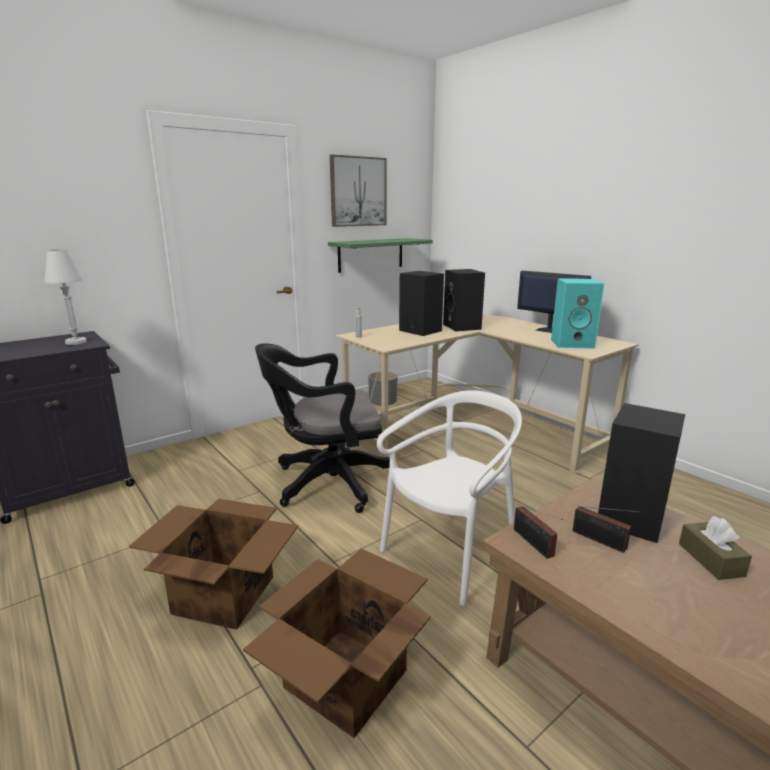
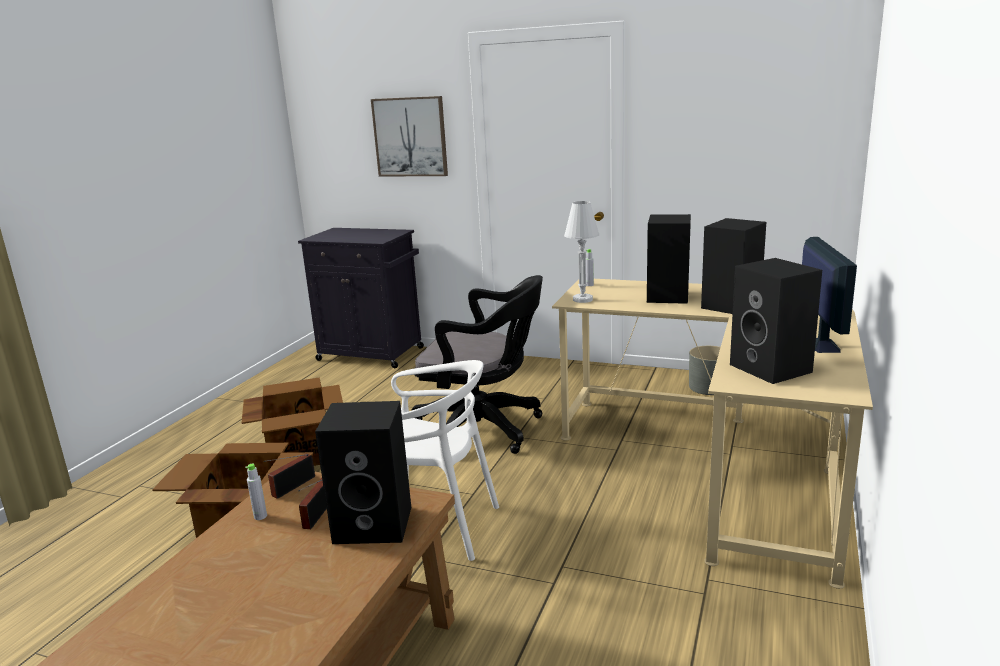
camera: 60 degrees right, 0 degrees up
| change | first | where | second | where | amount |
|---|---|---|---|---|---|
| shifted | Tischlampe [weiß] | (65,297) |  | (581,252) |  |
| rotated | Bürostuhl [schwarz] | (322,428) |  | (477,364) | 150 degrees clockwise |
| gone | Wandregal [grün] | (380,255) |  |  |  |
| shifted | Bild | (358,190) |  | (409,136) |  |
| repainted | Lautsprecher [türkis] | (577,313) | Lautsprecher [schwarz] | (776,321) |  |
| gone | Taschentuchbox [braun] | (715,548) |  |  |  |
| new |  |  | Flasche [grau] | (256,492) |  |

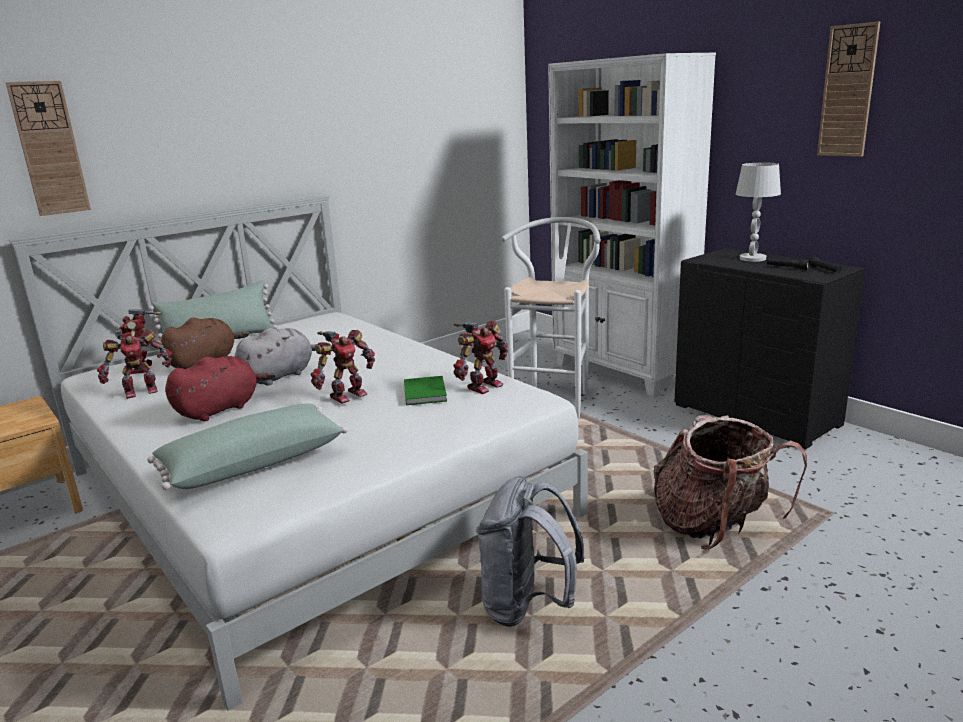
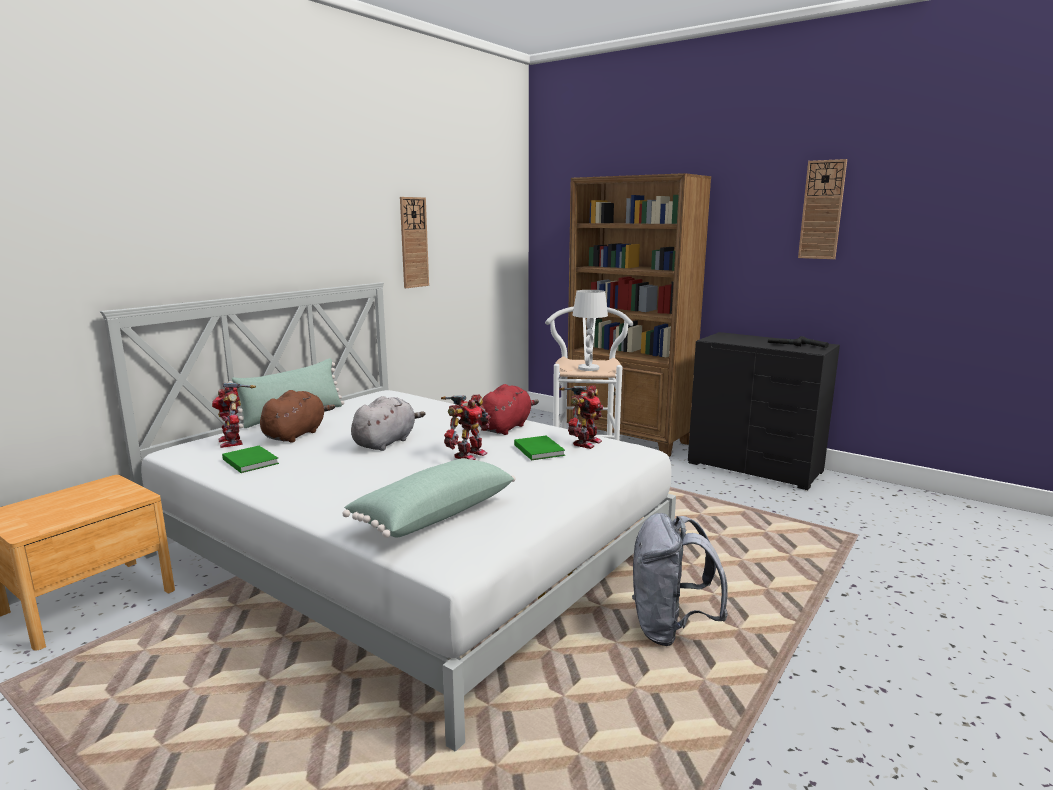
camera: 15 degrees left, 5 degrees down
| change | first | where | second | where | amount |
|---|---|---|---|---|---|
| shifted | Wanduhr | (48,148) |  | (414,242) |  |
| swapped | Spielzeugroboter | (134,364) | Buch [grün] | (250,459) |  |
| shifted | Plüschtier [rot] | (220,388) |  | (508,409) |  |
| repainted | Bücherregal [weiß] | (632,225) | Bücherregal [braun] | (639,315) |  |
| gone | Rucksack | (730,482) |  |  |  |
| shifted | Tischlampe [weiß] | (758,212) |  | (590,330) |  |

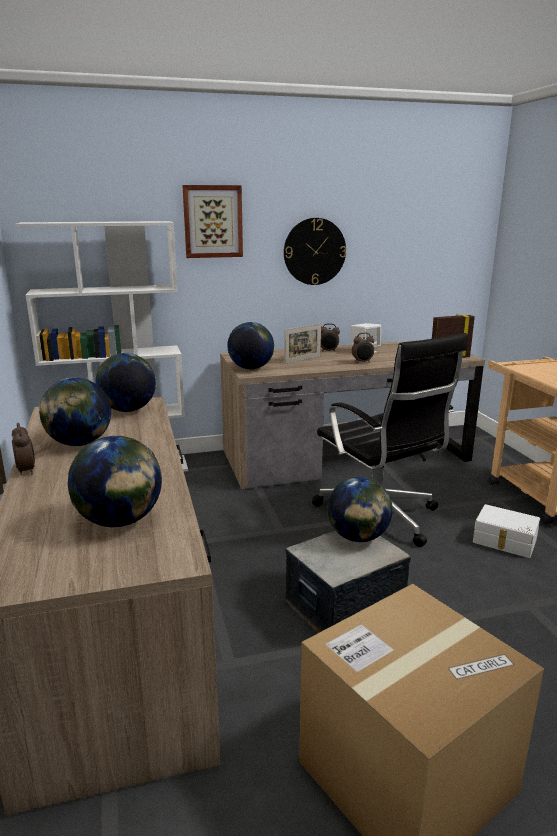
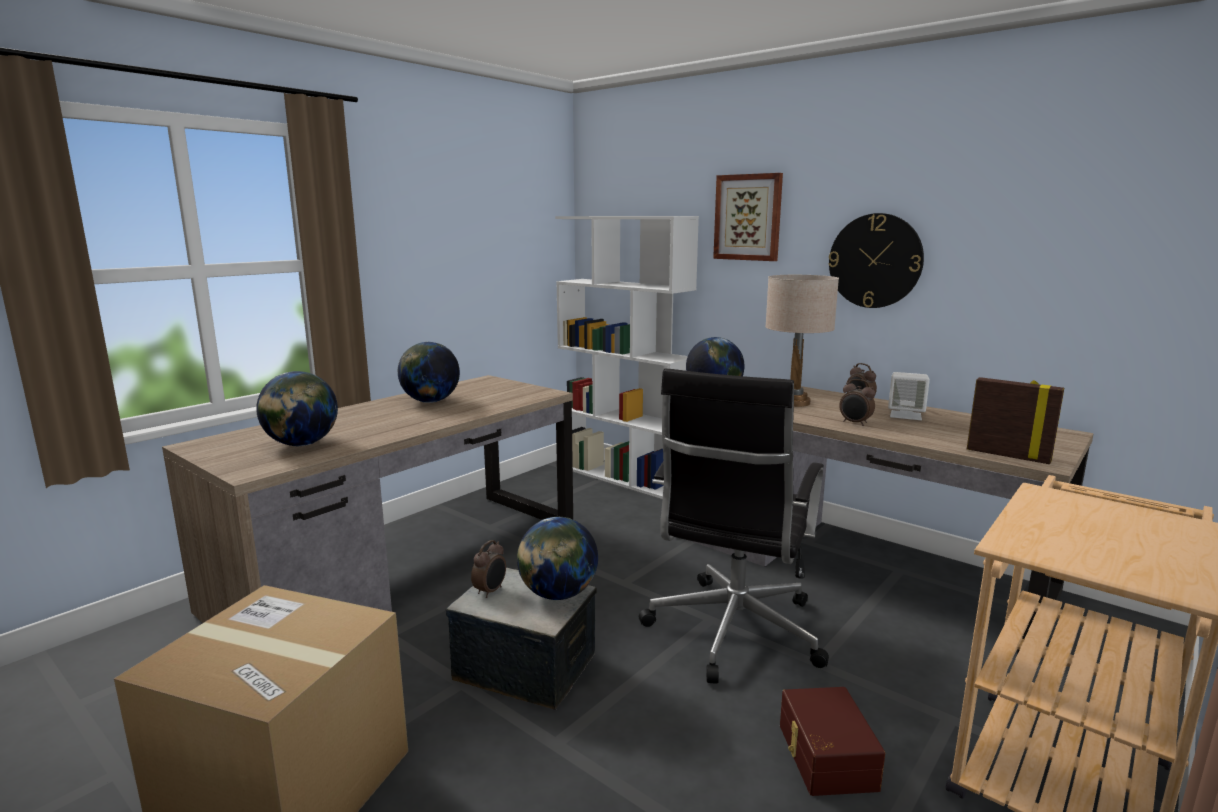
camera: 55 degrees right, 5 degrees down
| change | first | where | second | where | amount |
|---|---|---|---|---|---|
| shifted | Wecker | (23,449) |  | (488,569) |  |
| gone | Globus | (125,382) |  |  |  |
| swapped | Bilderrahmen | (302,343) | Tischlampe [beige] | (802,341) |  |
| repainted | Aufbewahrungsbox [weiß] | (506,531) | Aufbewahrungsbox [braun] | (832,741) |  |

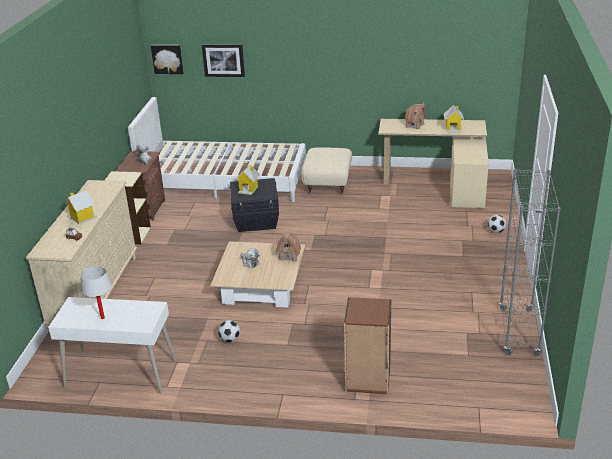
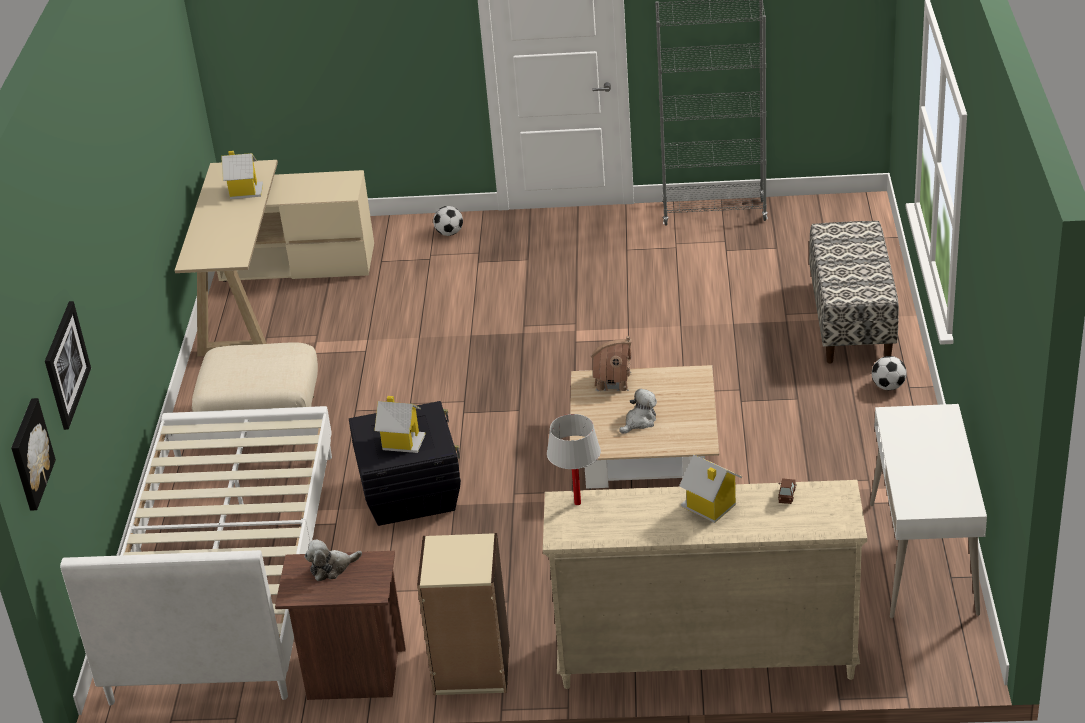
camera: 95 degrees left, 5 degrees up
| change | first | where | second | where | amount |
|---|---|---|---|---|---|
| shifted | Tischlampe [weiß] | (96,292) |  | (574,459) |  |
| shifted | Fußball | (229,331) |  | (889,373) |  |
| swapped | Bücherregal [braun] | (367,345) | Bank | (854,292) |  |
| gone | Spielzeughaus | (415,115) |  |  |  |

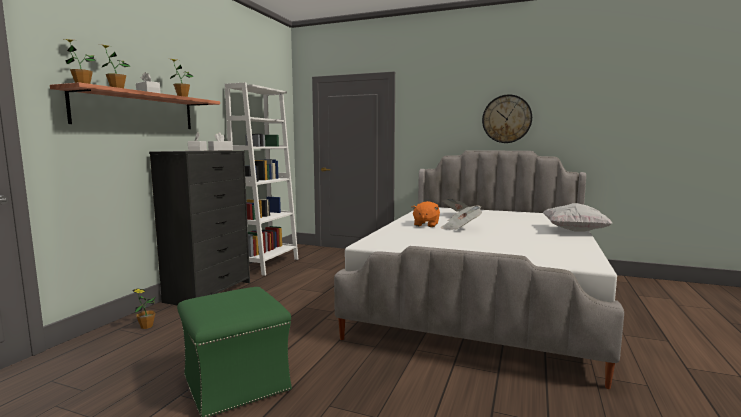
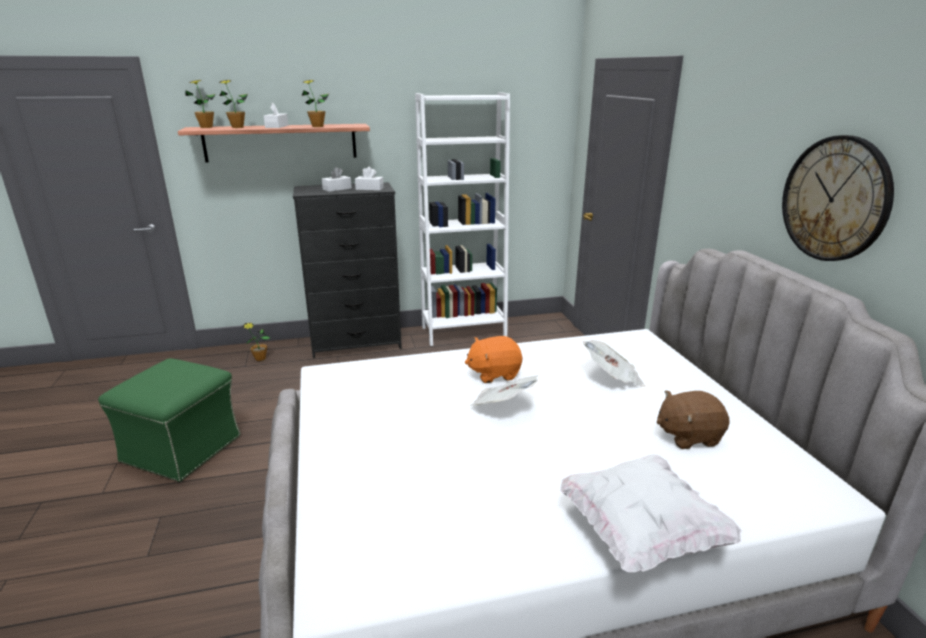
camera: 55 degrees right, 15 degrees up
| change | first | where | second | where | amount |
|---|---|---|---|---|---|
| new |  |  | Plüschtier [braun] | (693,419) |  |

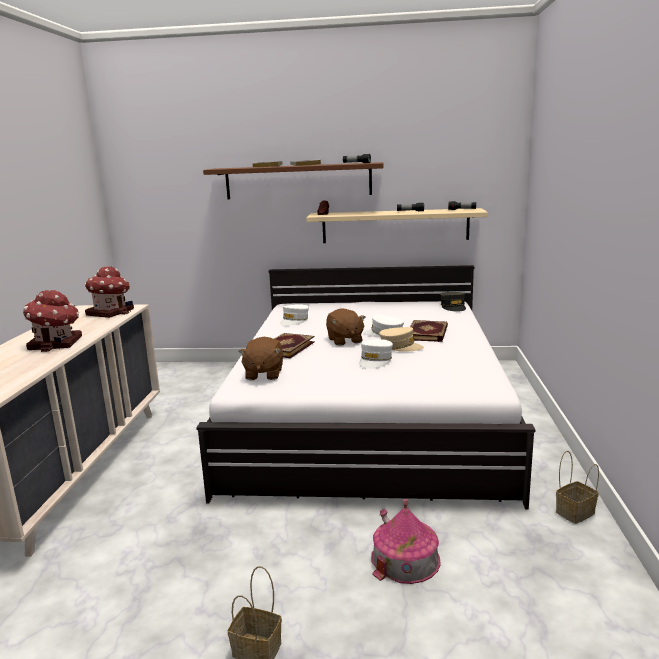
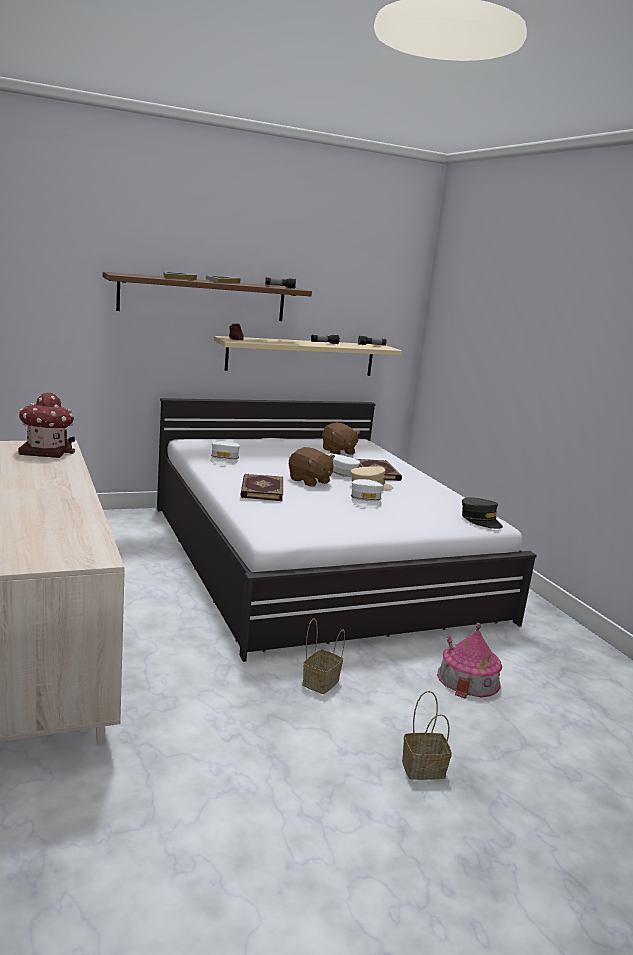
camera: 30 degrees left, 0 degrees up
| change | first | where | second | where | amount |
|---|---|---|---|---|---|
| gone | Spielzeughaus | (52,321) |  |  |  |
| shifted | Plüschtier [braun] | (261,358) |  | (341,438) |  |
| shifted | Kappe [grau] | (453,302) |  | (482,513) |  |
| shifted | Korb | (577,487) |  | (324,656) |  |

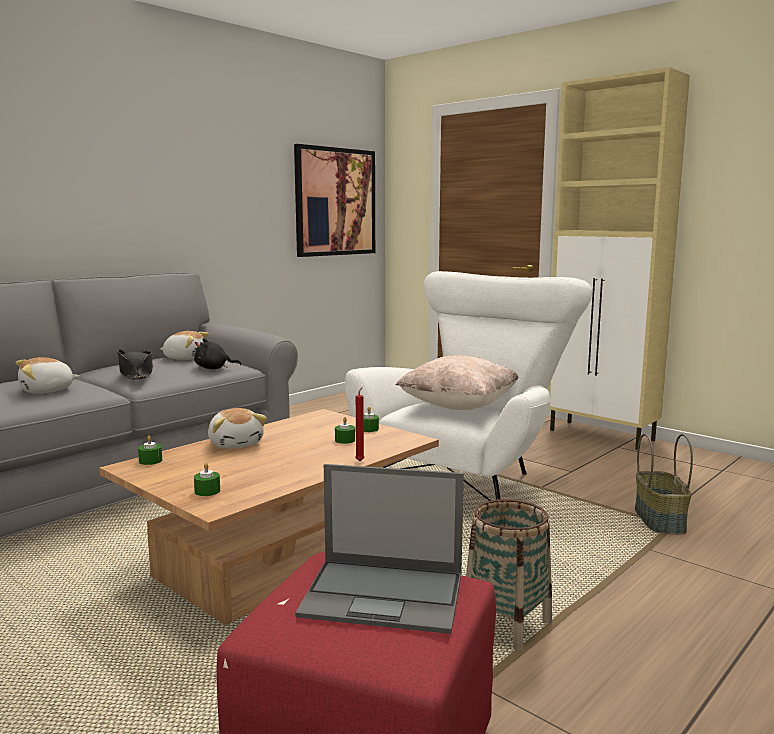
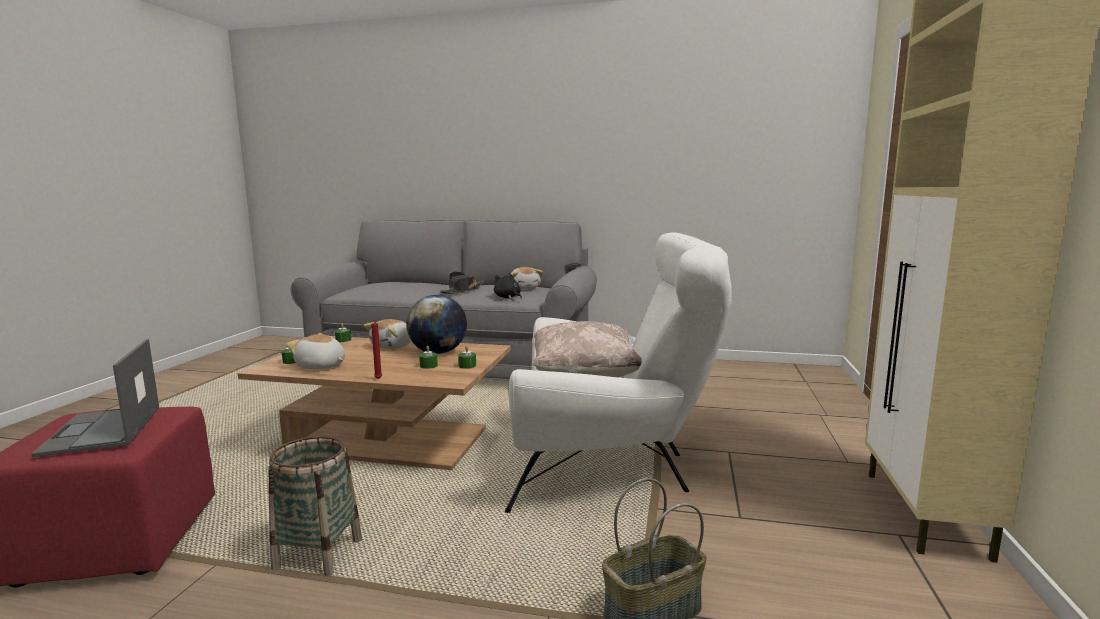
camera: 60 degrees right, 0 degrees up
| change | first | where | second | where | amount |
|---|---|---|---|---|---|
| shifted | Plüschtier | (47,375) |  | (315,351) |  |
| gone | Bild | (334,200) |  |  |  |
| new |  |  | Globus | (436,324) |  |

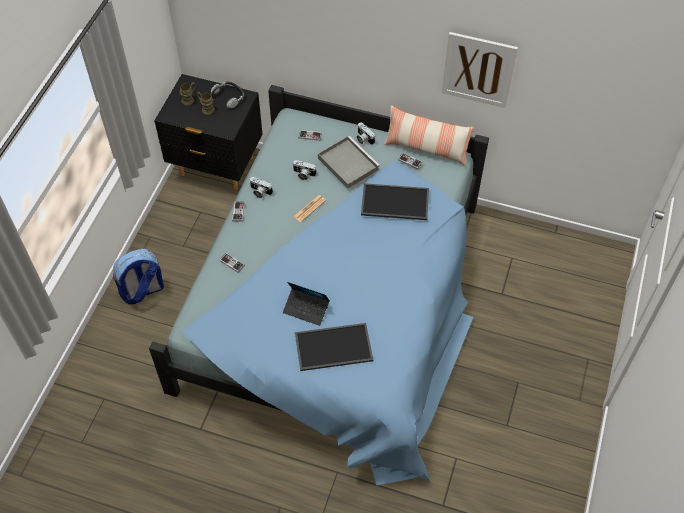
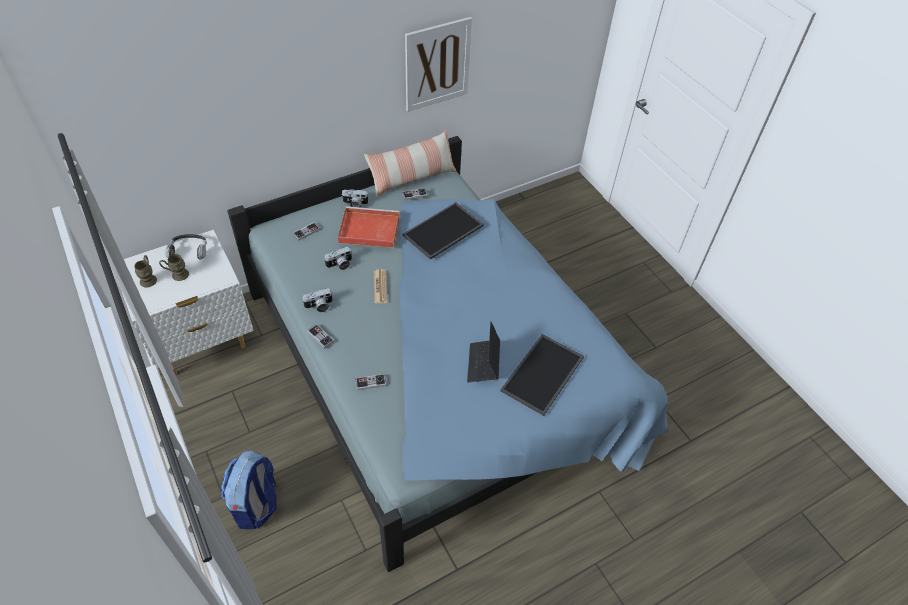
camera: 50 degrees left, 5 degrees down
| change | first | where | second | where | amount |
|---|---|---|---|---|---|
| repainted | Nachttisch [schwarz] | (208,132) | Nachttisch [weiß] | (188,302) |  |
| rotated | Laptop | (306,304) |  | (483,351) | 120 degrees clockwise |
| repainted | Tablett [grau] | (349,162) | Tablett [rot] | (368,227) |  |

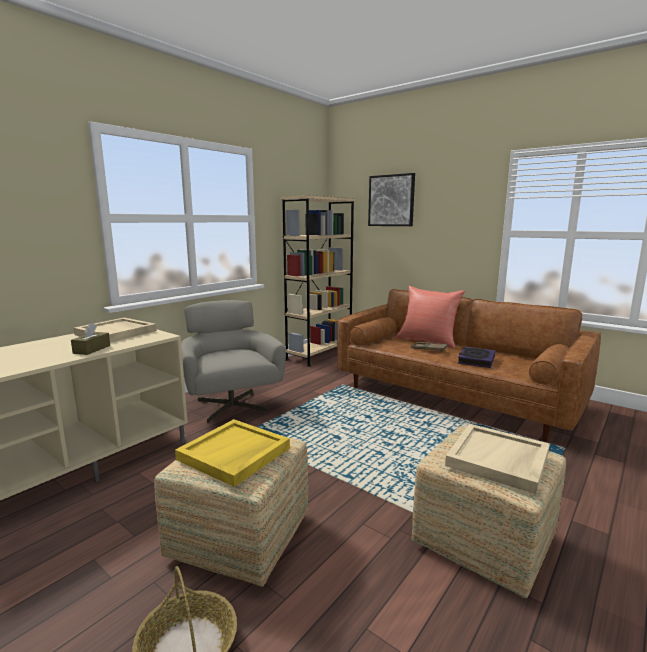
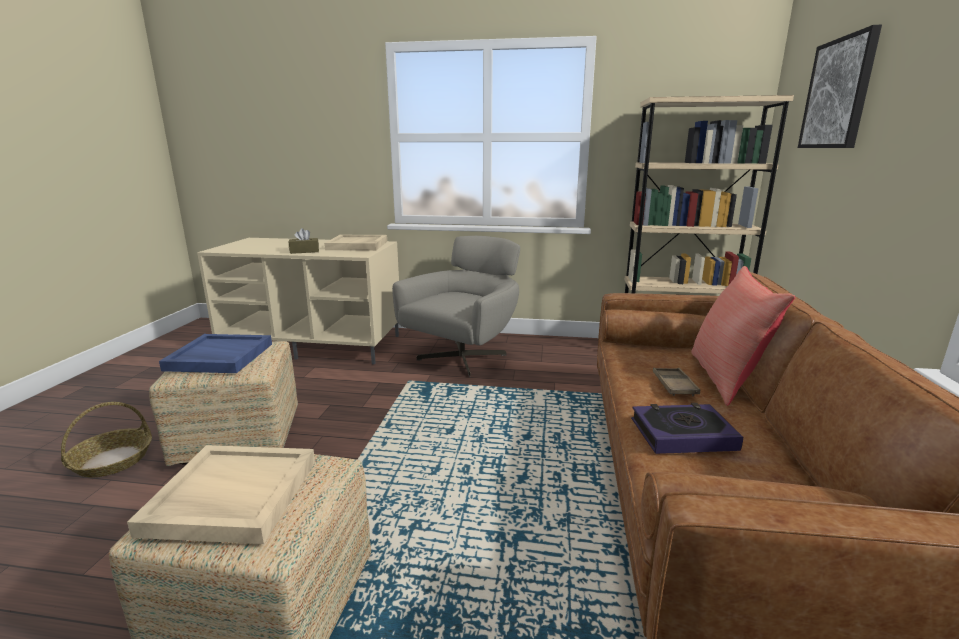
camera: 60 degrees right, 5 degrees up
| change | first | where | second | where | amount |
|---|---|---|---|---|---|
| repainted | Tablett [gelb] | (232,453) | Tablett [blau] | (215,353) |  |

